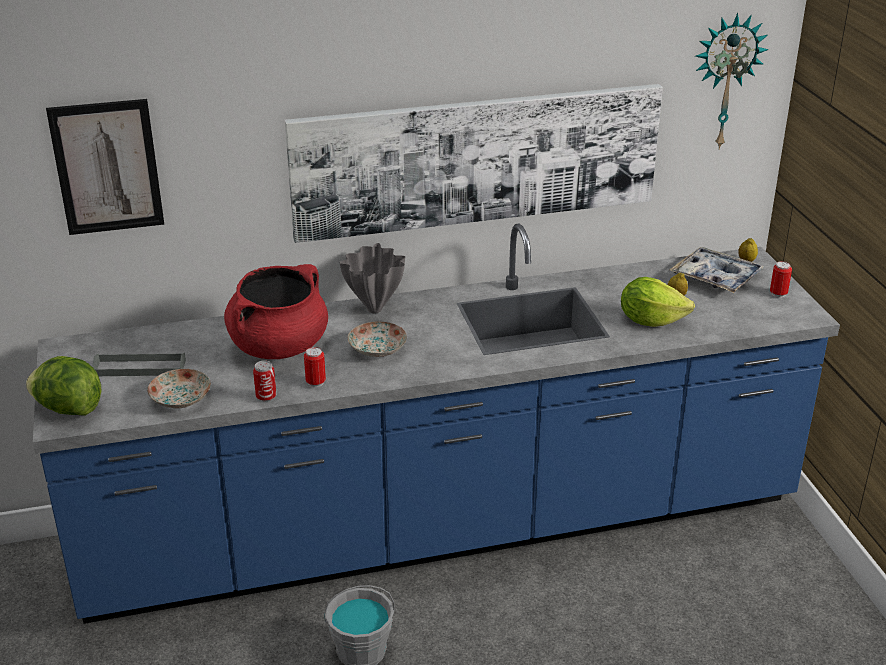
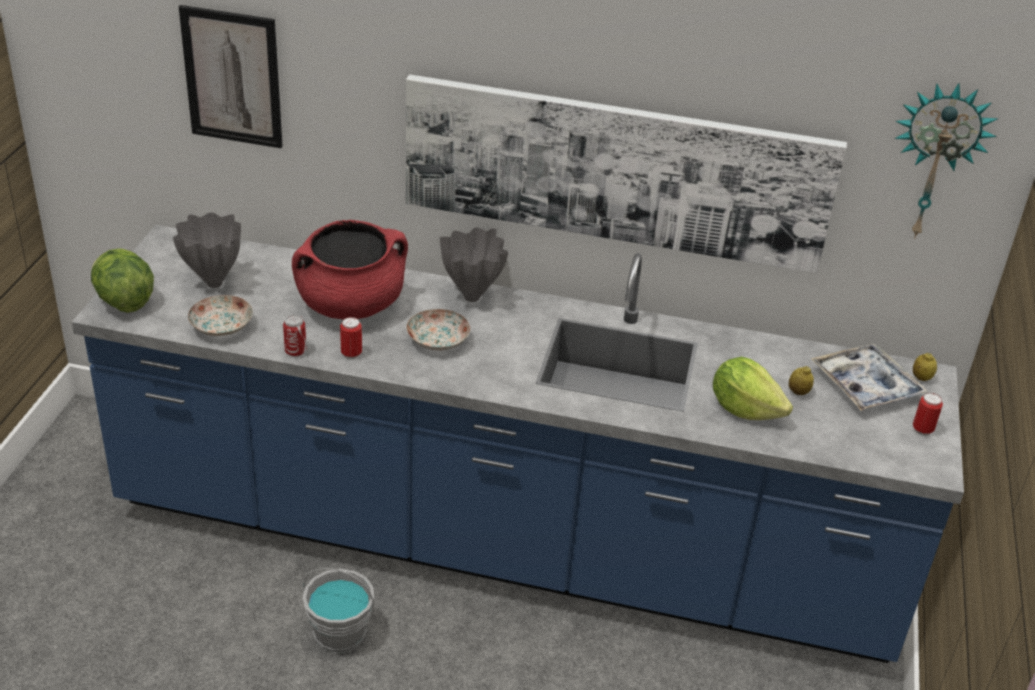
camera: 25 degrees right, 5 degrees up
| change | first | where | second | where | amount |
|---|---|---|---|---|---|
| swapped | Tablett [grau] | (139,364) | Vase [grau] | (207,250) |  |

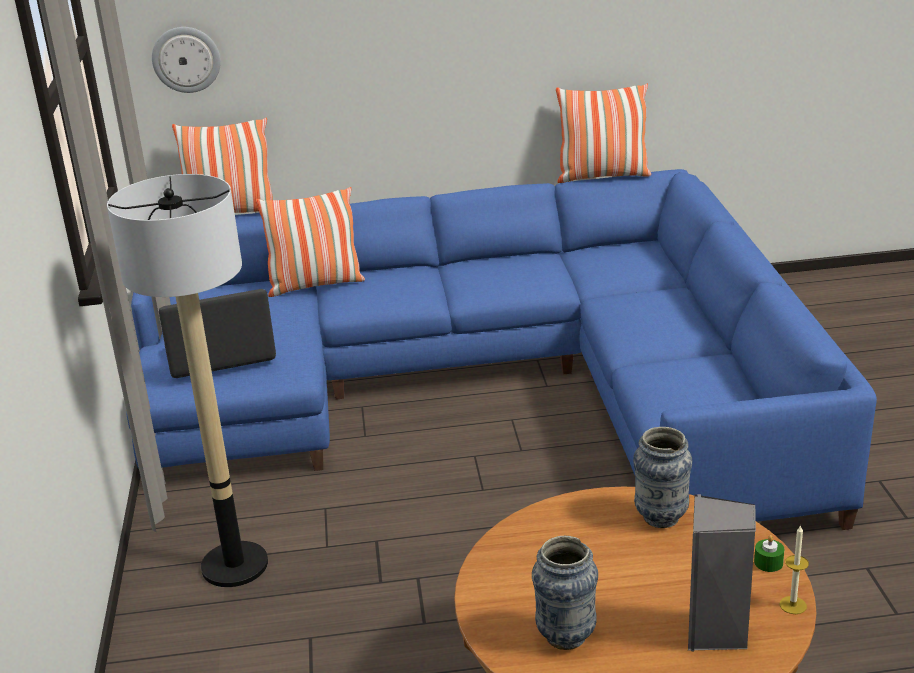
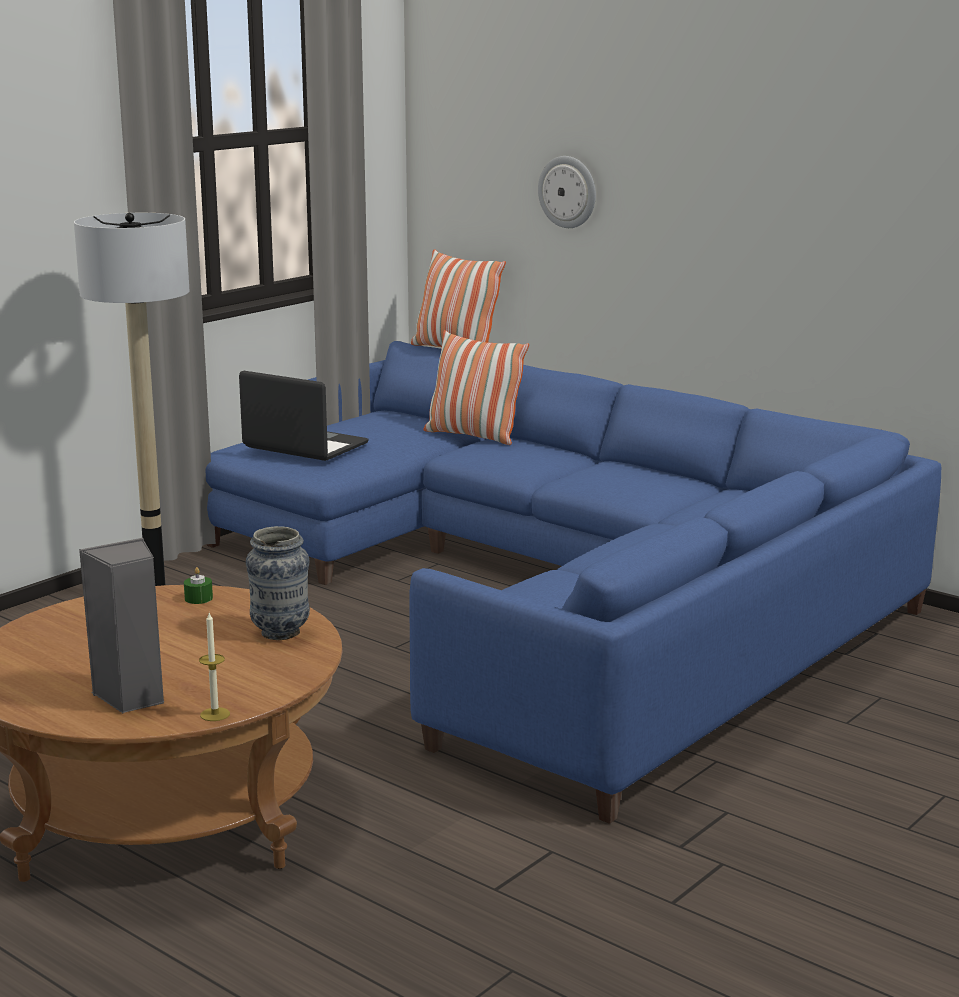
camera: 45 degrees right, 10 degrees down
| change | first | where | second | where | amount |
|---|---|---|---|---|---|
| shifted | Wanduhr | (186,60) |  | (567,192) |  |
| gone | Vase | (565,593) |  |  |  |
| gone | Kissen | (603,133) |  |  |  |
| shifted | Kerze [grün] | (769,553) |  | (198,585) |  |

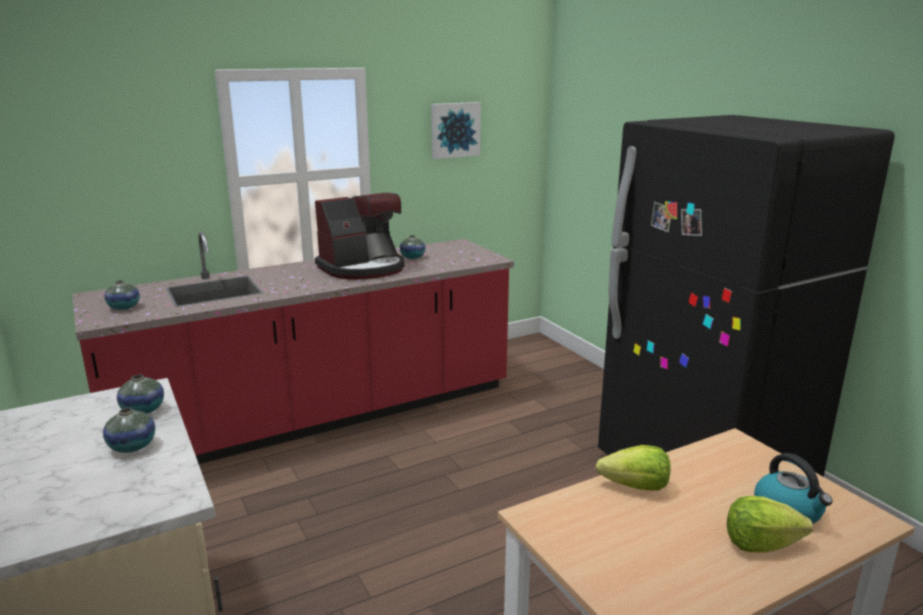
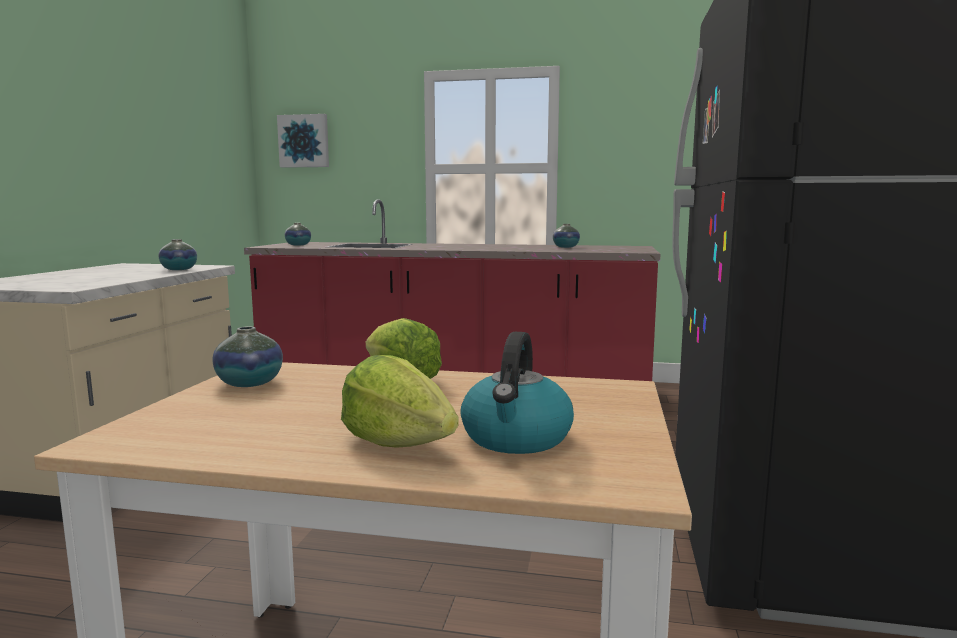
camera: 40 degrees right, 10 degrees down
| change | first | where | second | where | amount |
|---|---|---|---|---|---|
| shifted | Vase | (129,430) |  | (248,357) |  |
| gone | Kaffeemaschine | (359,236) |  |  |  |
| shifted | Bild | (456,130) |  | (303,141) |  |

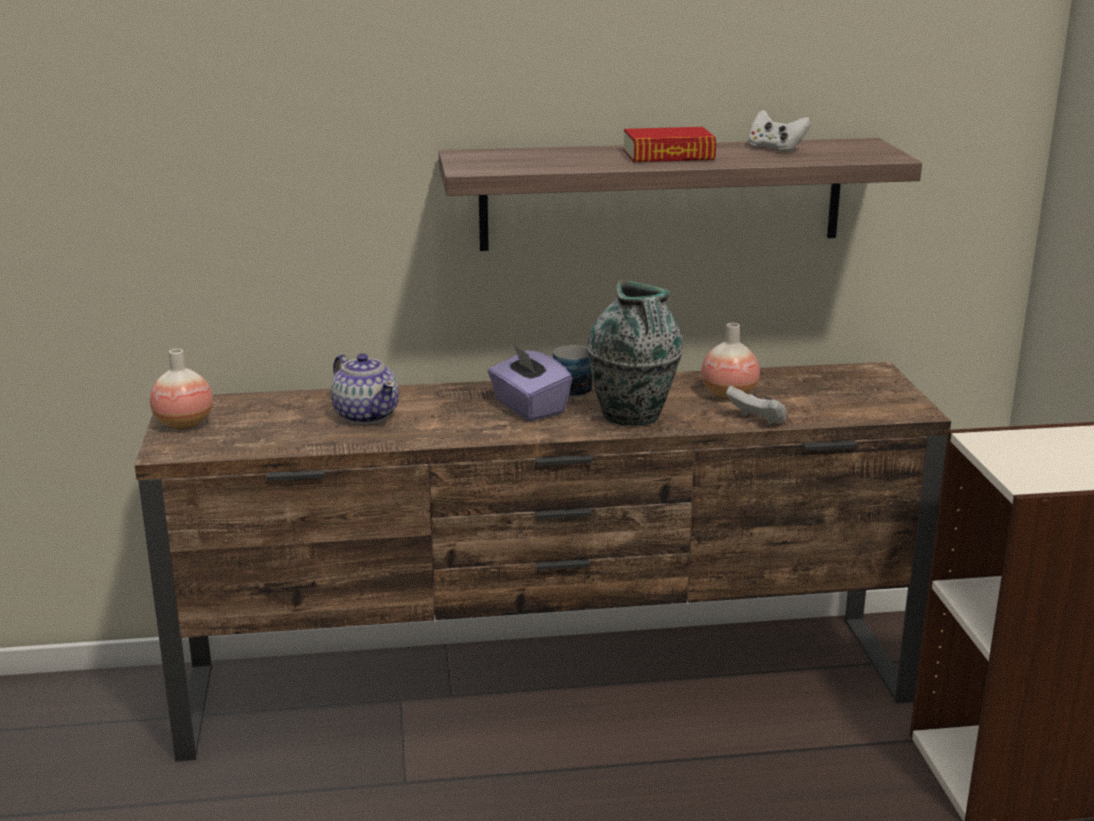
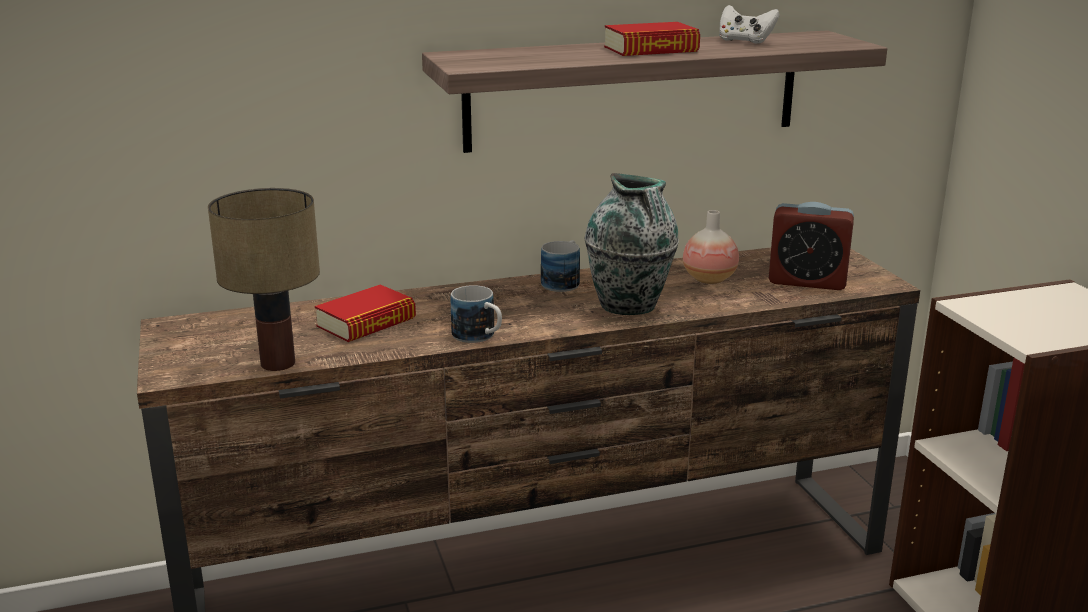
camera: 10 degrees left, 0 degrees up
| change | first | where | second | where | amount |
|---|---|---|---|---|---|
| gone | Vase | (181,389) |  |  |  |
| swapped | Teekanne | (365,388) | Buch | (365,313) |  |
| gone | Taschentuchbox [lila] | (530,382) |  |  |  |
| gone | Gamepad [weiß] | (756,405) |  |  |  |
| new |  |  | Tischlampe | (264,279) |  |
| new |  |  | Henkelbecher | (476,314) |  |
| new |  |  | Wecker | (811,246) |  |

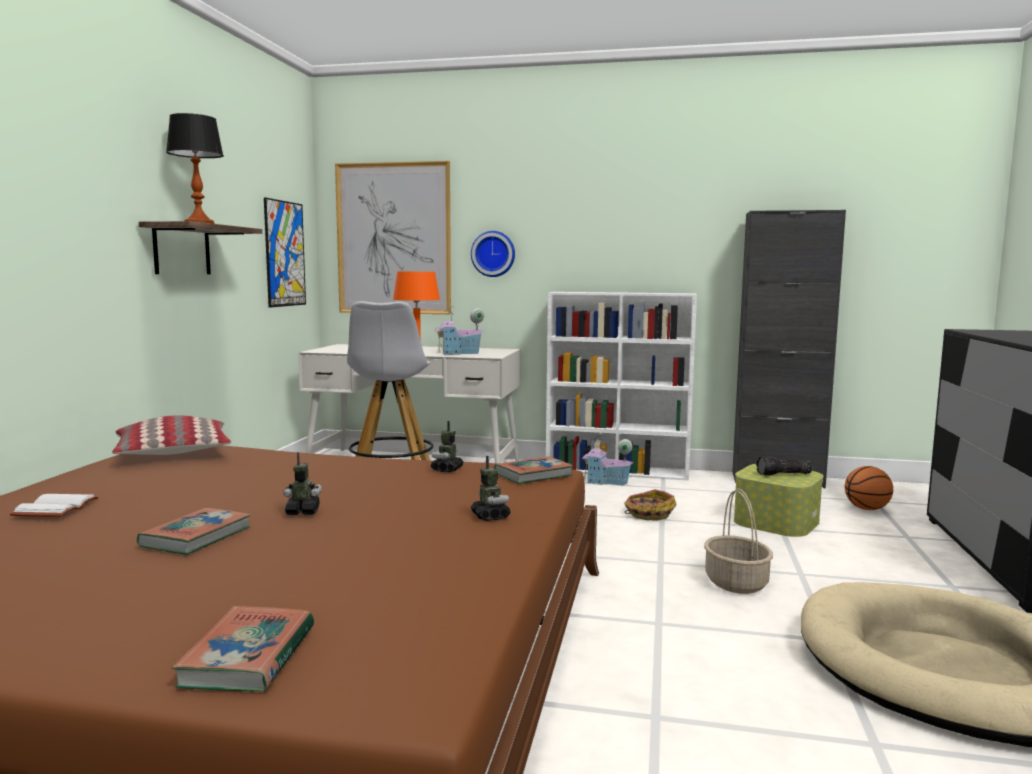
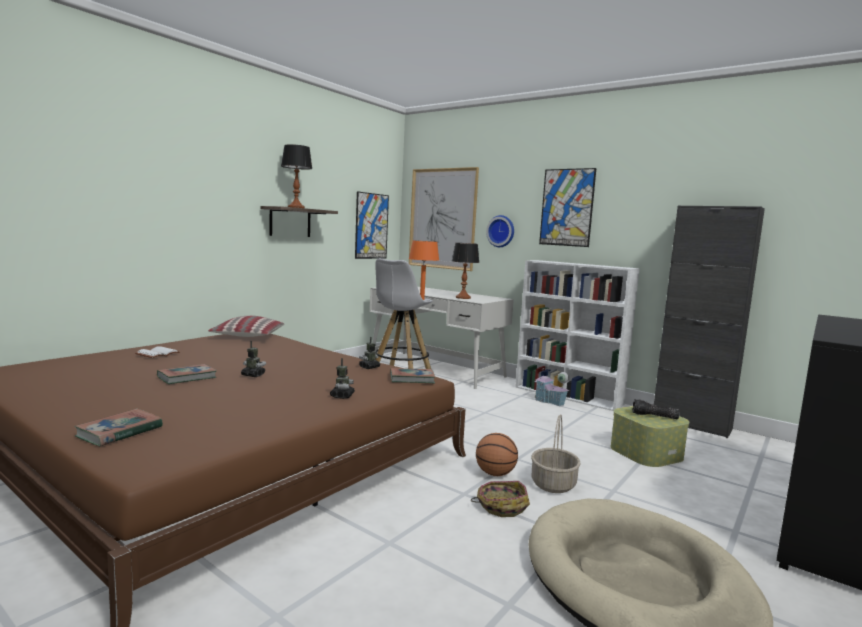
camera: 25 degrees right, 0 degrees up
| change | first | where | second | where | amount |
|---|---|---|---|---|---|
| swapped | Spielzeughaus | (459,330) | Tischlampe | (465,271) |  |
| shifted | Korb | (650,505) |  | (500,499) |  |
| shifted | Basketball | (869,488) |  | (497,454) |  |
| new |  |  | Bild | (567,207) |  |

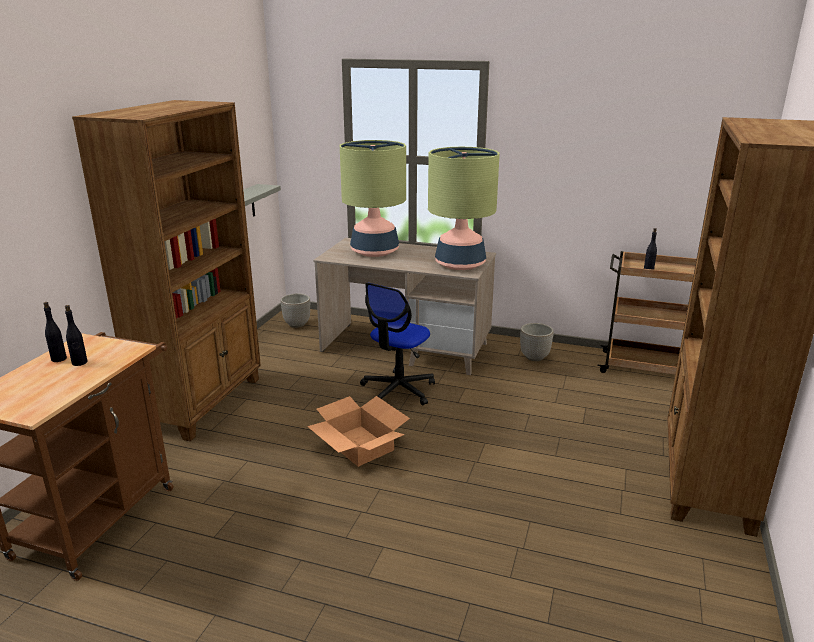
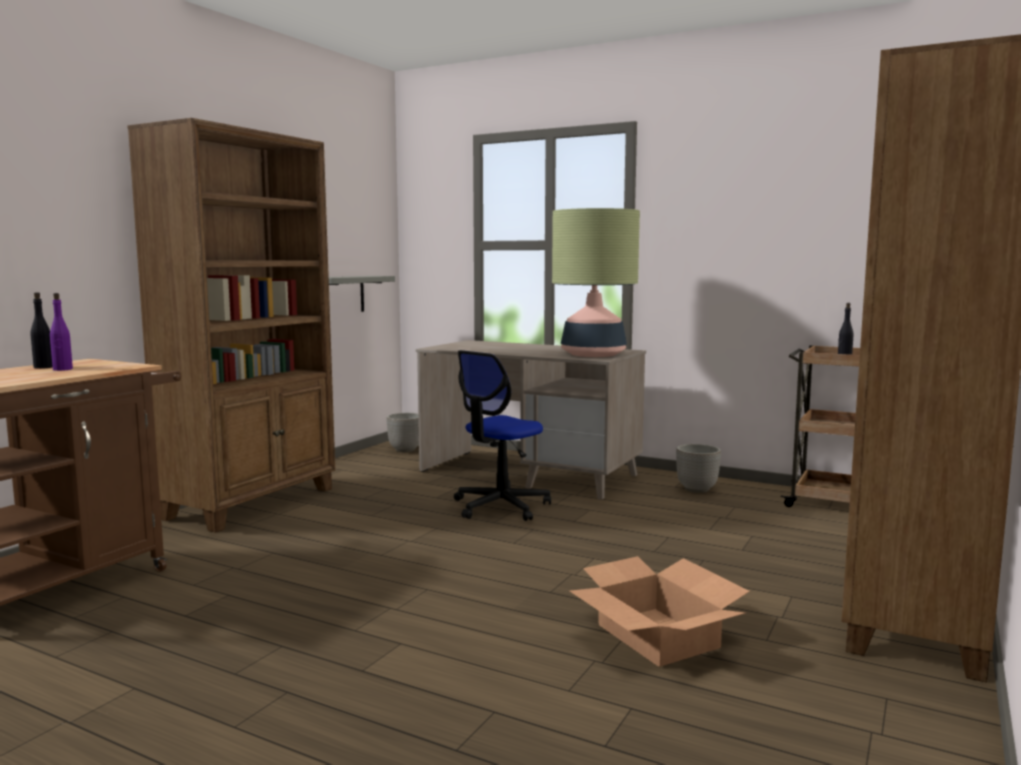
camera: 10 degrees right, 15 degrees down
| change | first | where | second | where | amount |
|---|---|---|---|---|---|
| repainted | Flasche [schwarz] | (76,335) | Flasche [lila] | (61,332) |  |
| shifted | Karton | (358,431) |  | (660,611) |  |
| gone | Tischlampe | (373,198) |  |  |  |

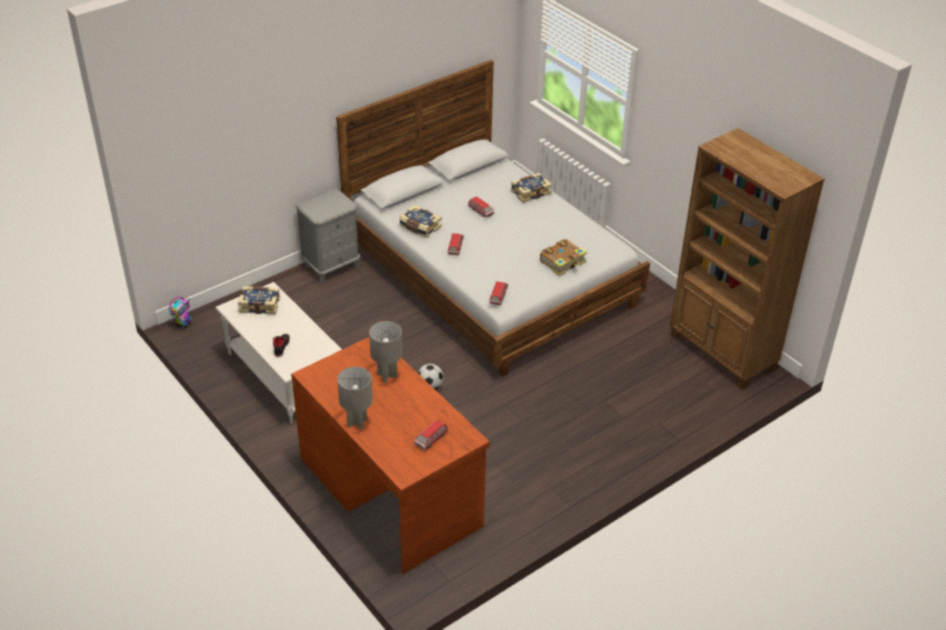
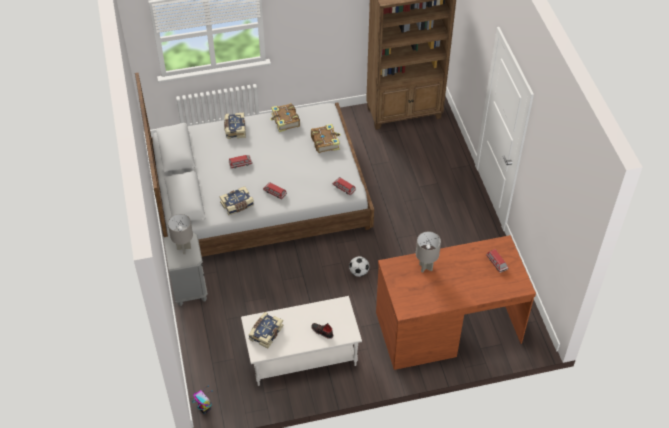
camera: 65 degrees left, 10 degrees up
| change | first | where | second | where | amount |
|---|---|---|---|---|---|
| shifted | Tischlampe [grau] | (355,398) |  | (180,234) |  |
| new |  |  | Buch | (285,117) |  |

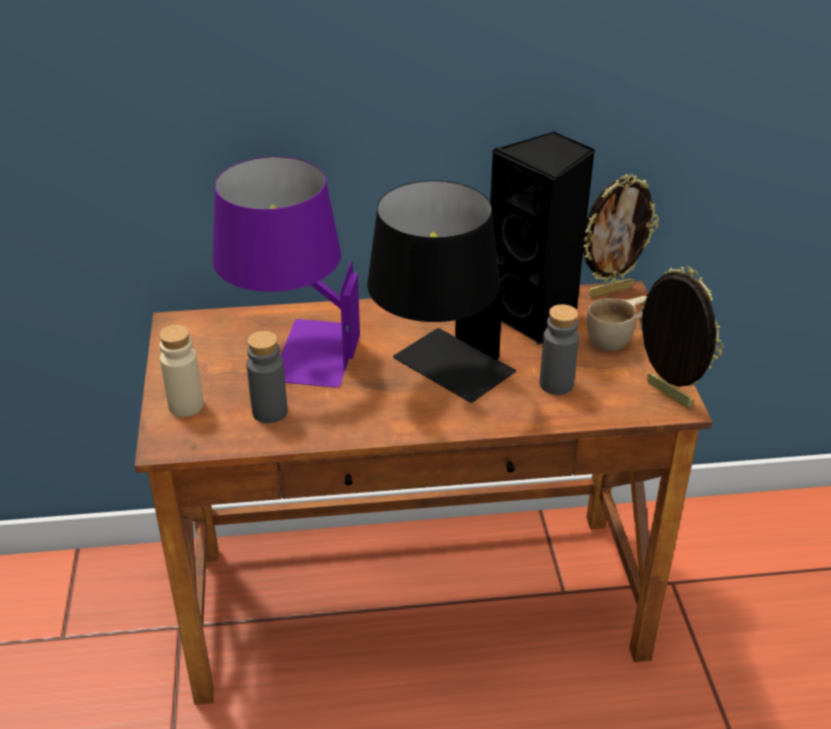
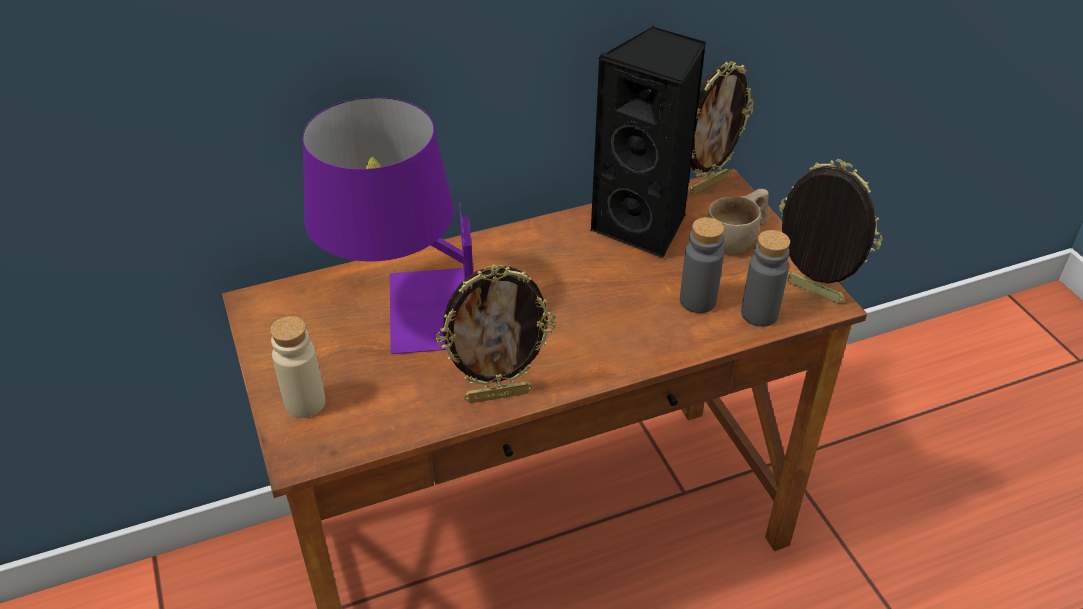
camera: 15 degrees left, 5 degrees up
| change | first | where | second | where | amount |
|---|---|---|---|---|---|
| shifted | Flasche [grau] | (267,377) |  | (765,278) |  |
| gone | Tischlampe [schwarz] | (441,291) |  |  |  |
| new |  |  | Bilderrahmen | (496,333) |  |

